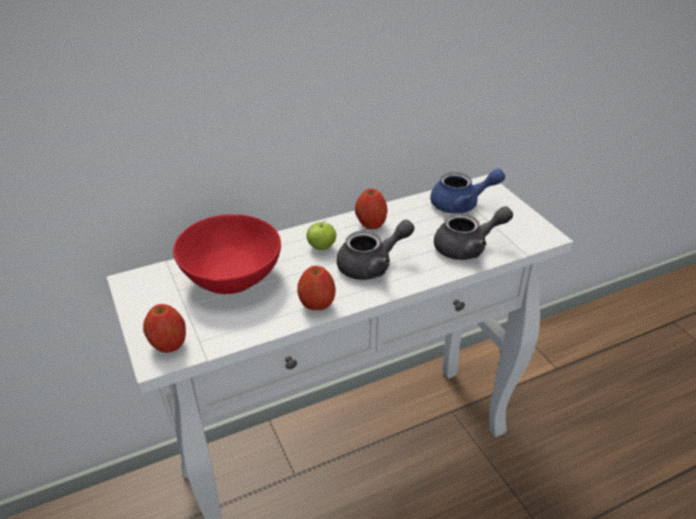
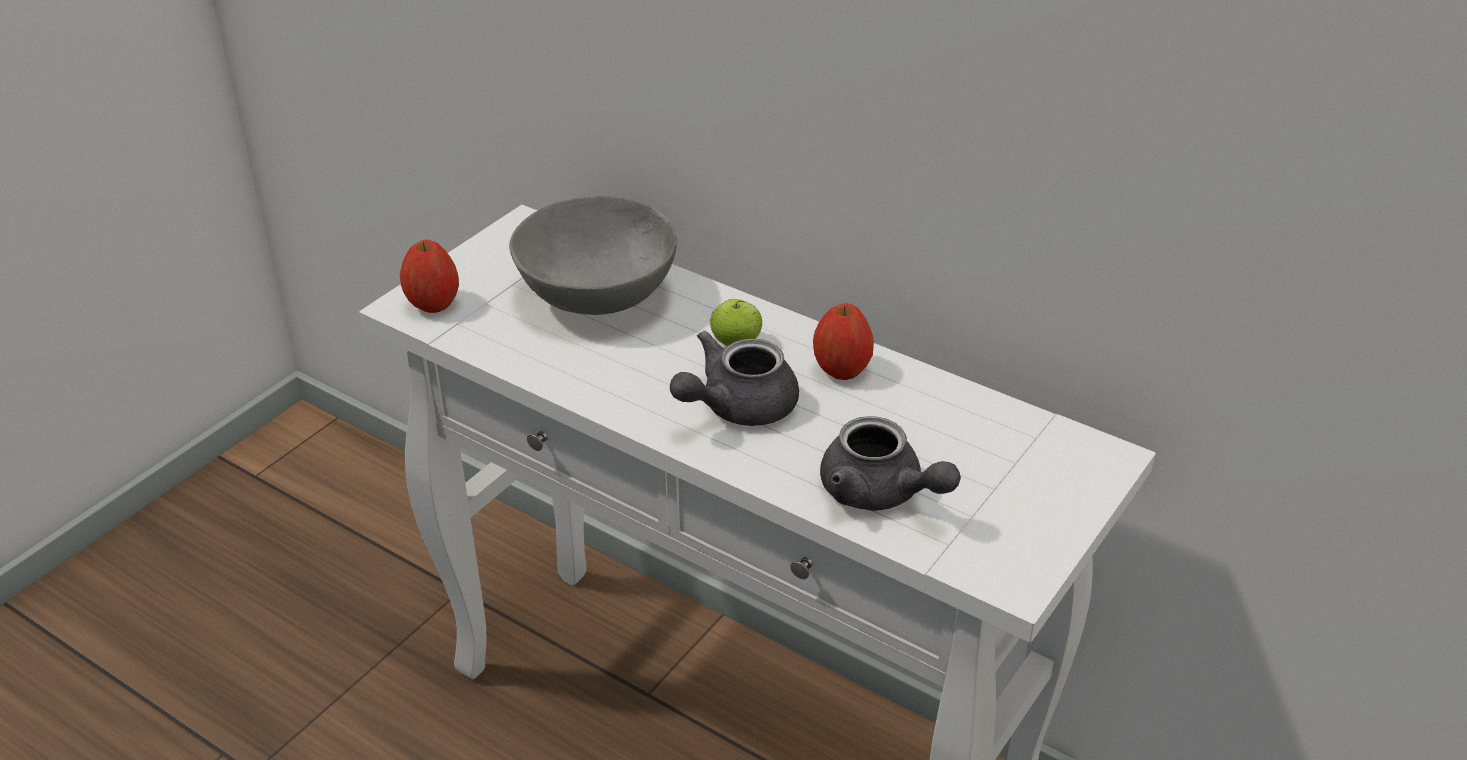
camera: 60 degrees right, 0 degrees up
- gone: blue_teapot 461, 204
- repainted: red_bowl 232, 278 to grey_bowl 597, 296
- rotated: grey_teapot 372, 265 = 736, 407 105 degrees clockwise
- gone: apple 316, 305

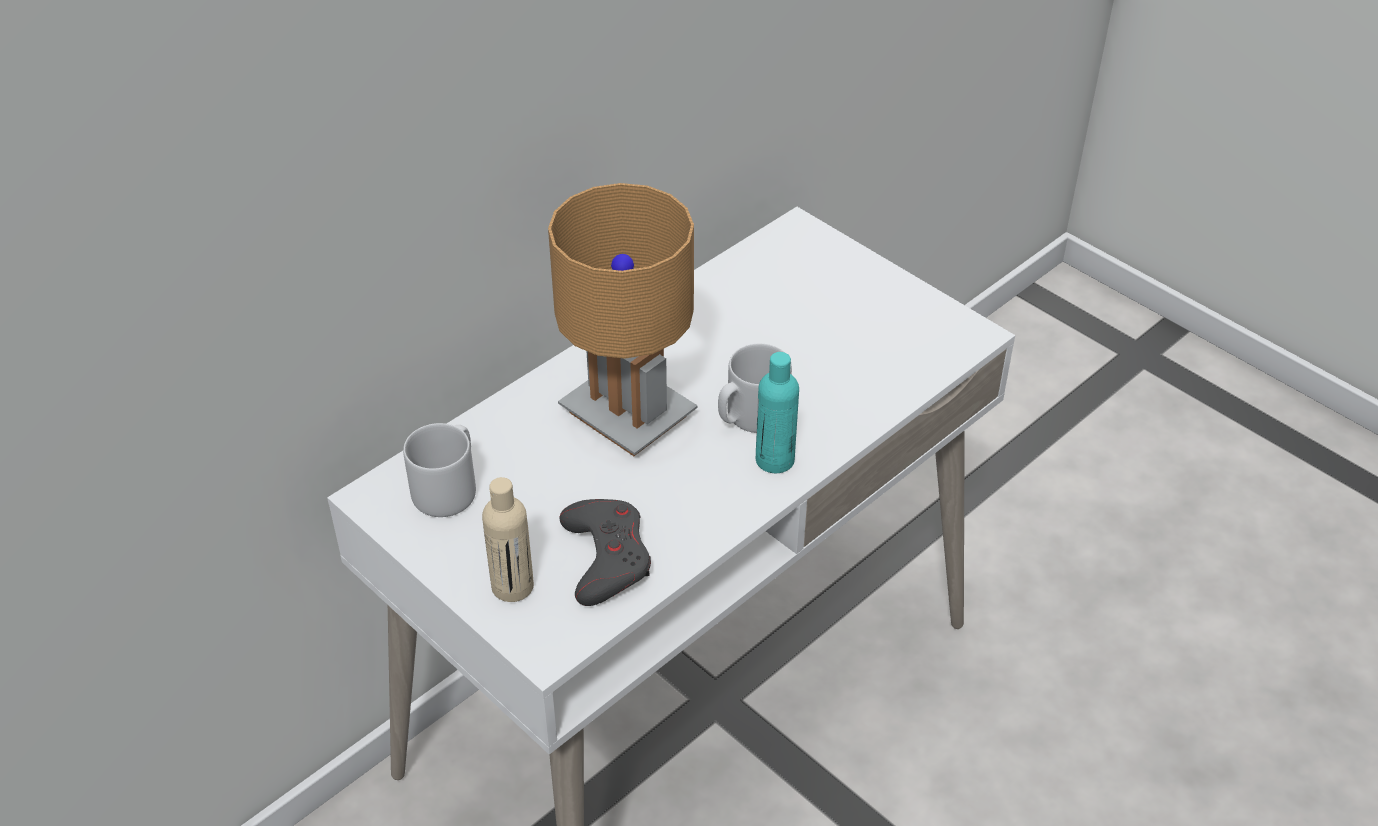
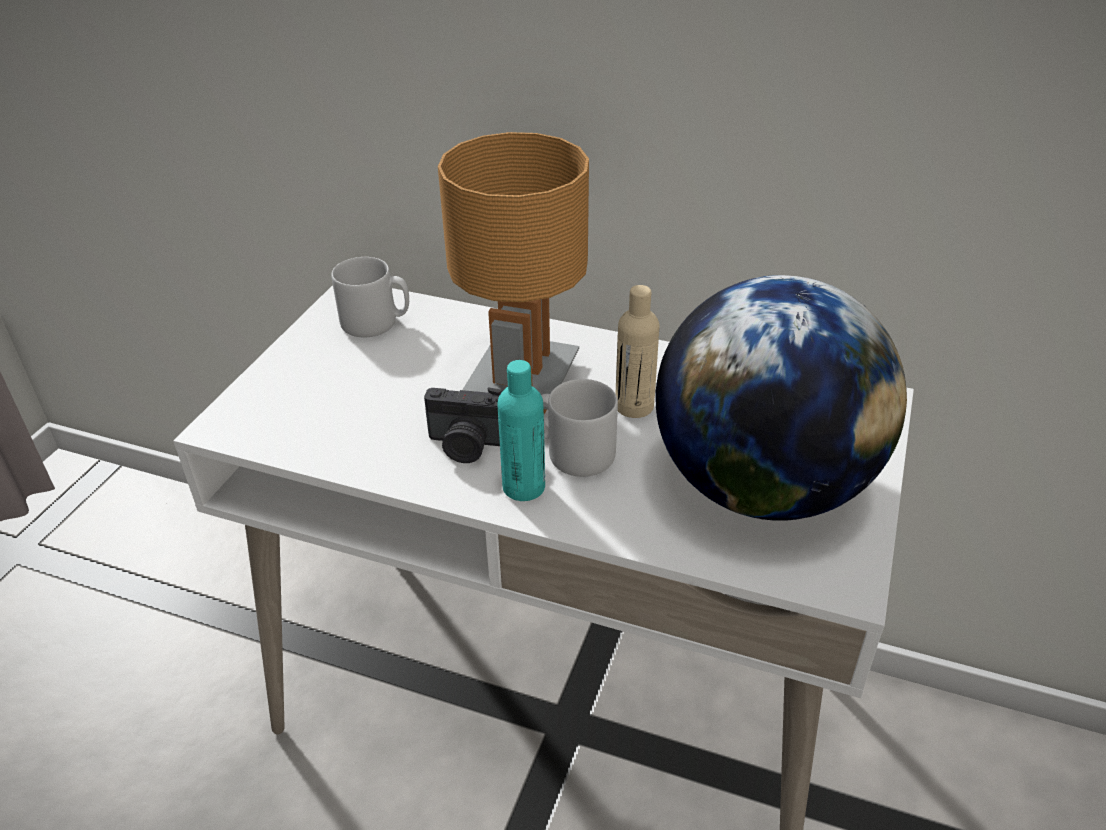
camera: 65 degrees right, 5 degrees down
- shifted: beige_bottle 512, 586 to 634, 406
- gone: grey_game_controller 606, 557
- new: globe 761, 487
- new: photo_camera 468, 445

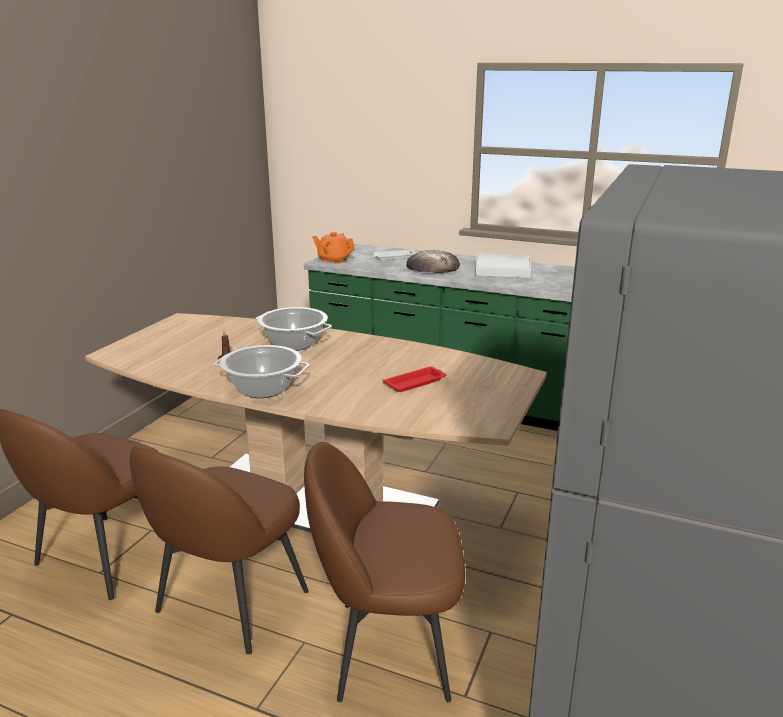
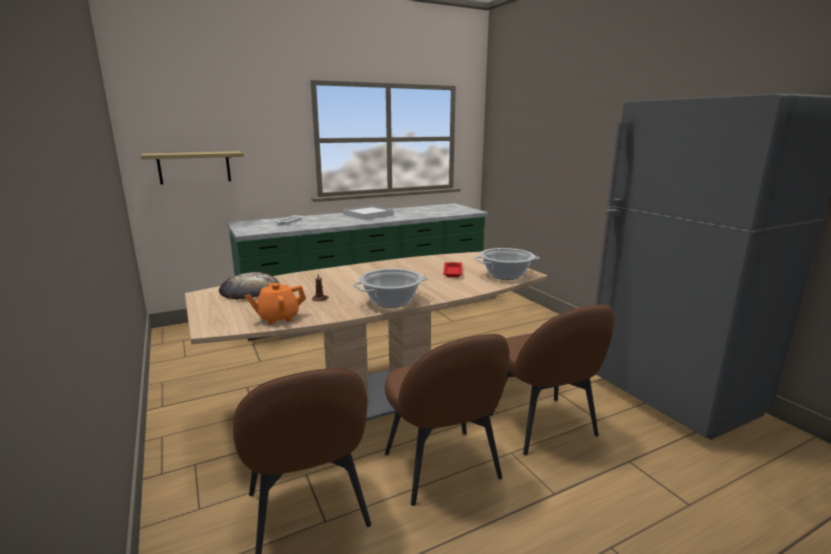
camera: 50 degrees left, 5 degrees down
- shifted: orange_teapot 334, 260 to 278, 318
- shifted: bread 432, 267 to 249, 290
- shifted: cooking_pot 294, 344 to 506, 275
- rotated: brown_chair 388, 648 = 543, 426 60 degrees counterclockwise
- new: shelf 194, 167

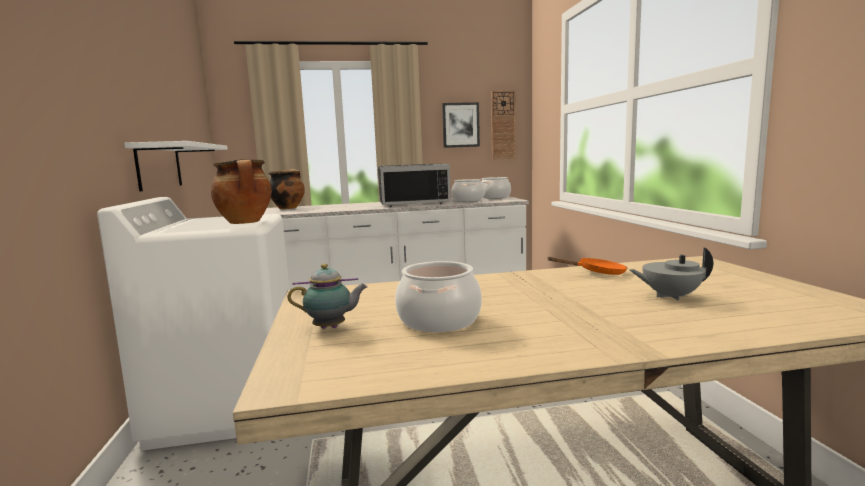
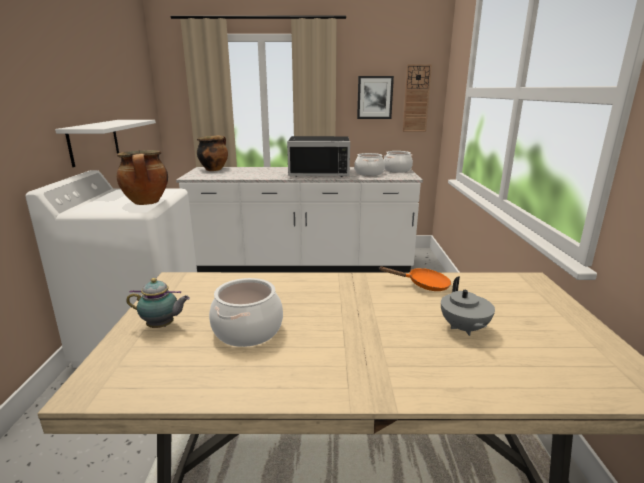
camera: 10 degrees right, 10 degrees up
- rotated: grey_teapot 670, 296 = 463, 328 105 degrees counterclockwise

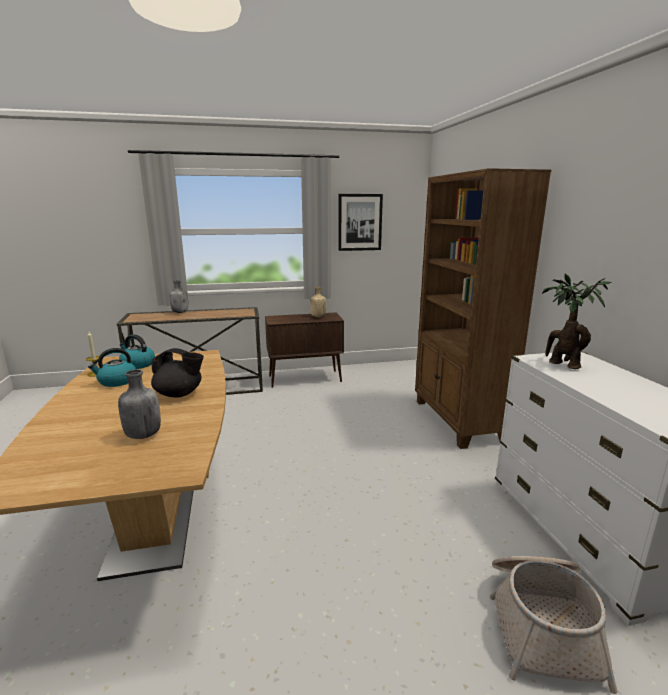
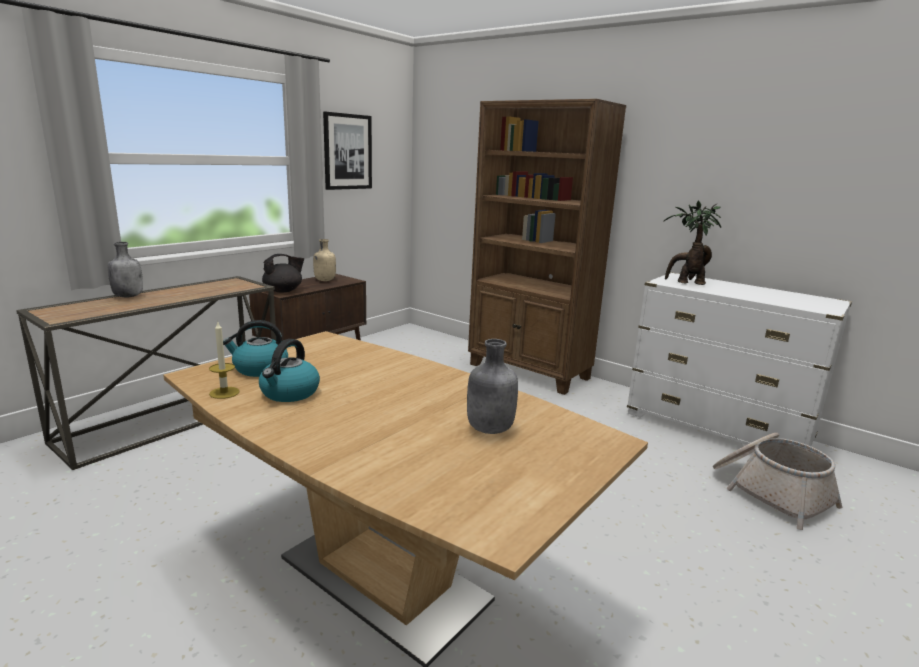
camera: 40 degrees left, 0 degrees up
- shifted: black_teapot 179, 394 to 284, 291

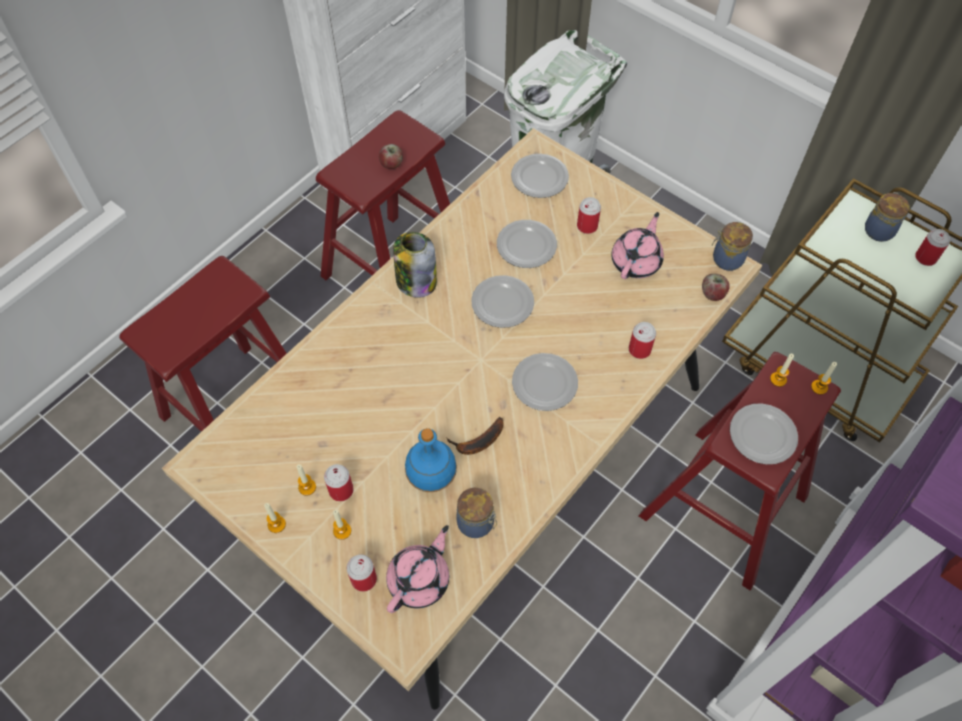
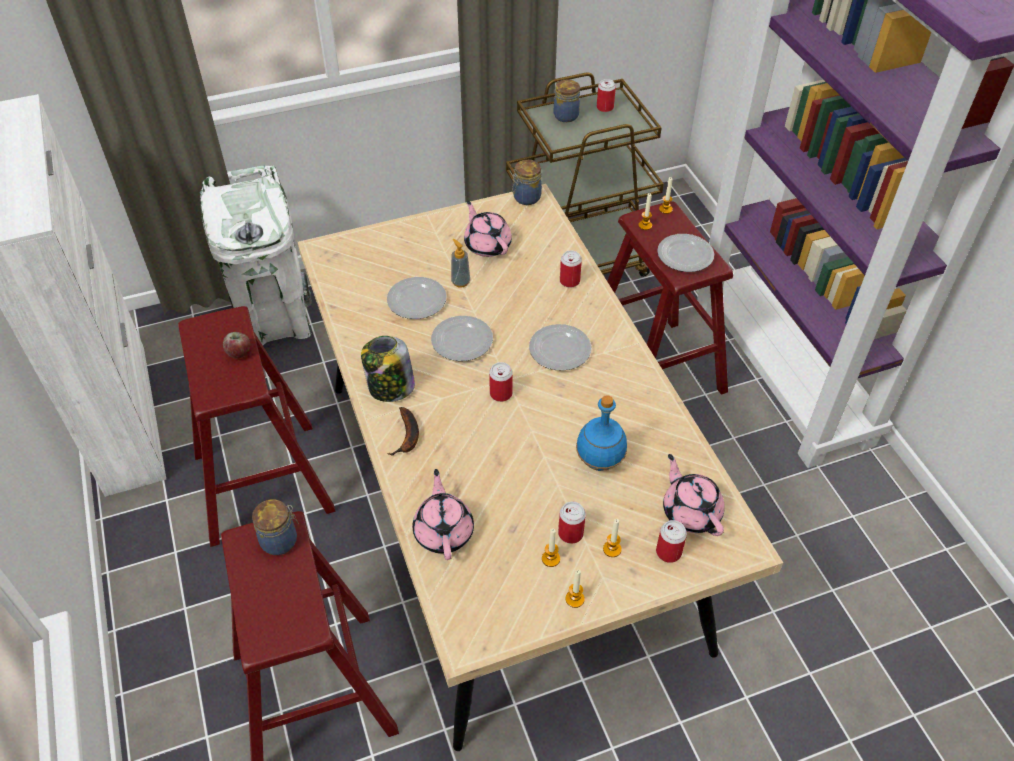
camera: 60 degrees left, 10 degrees down
- gone: plate 539, 178
- shifted: can 587, 226 to 501, 394
- gone: apple 713, 294
- shifted: banana 477, 442 to 408, 436
- shifted: jar 477, 523 to 281, 540
- new: soap_dispenser 460, 282
- new: pink_teapot 444, 531

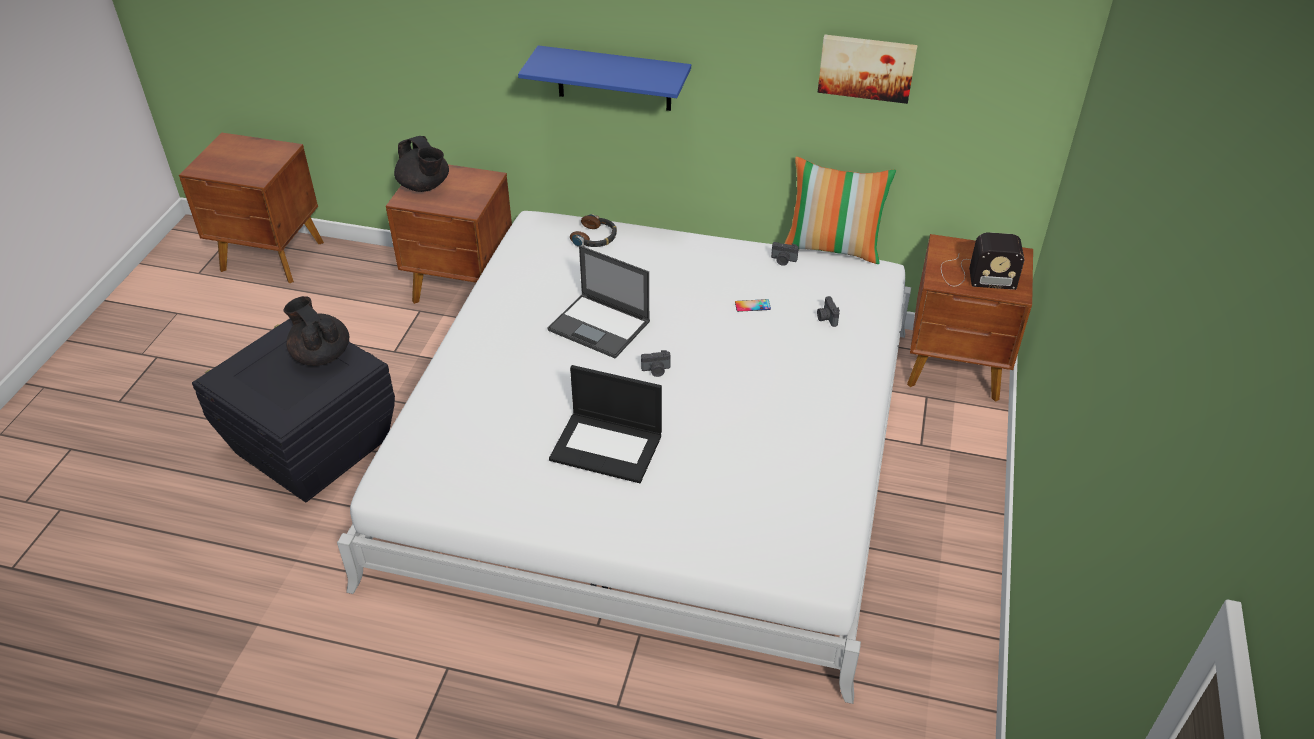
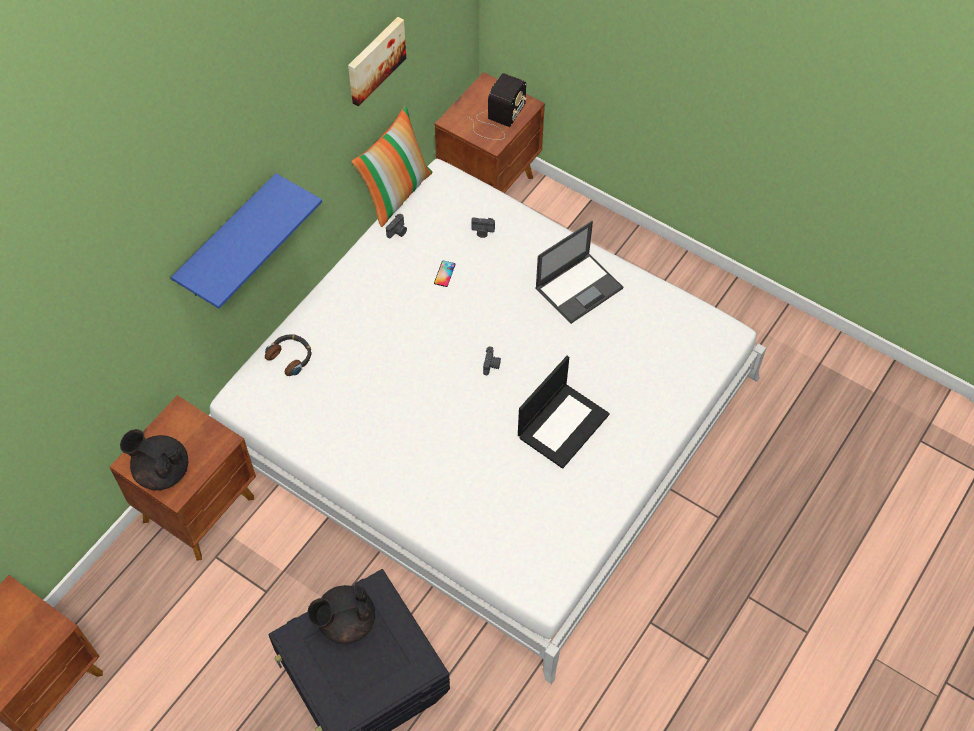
camera: 70 degrees left, 15 degrees up
- rotated: black_teapot 424, 186 = 162, 471 135 degrees counterclockwise
- shifted: laptop 600, 326 to 579, 287

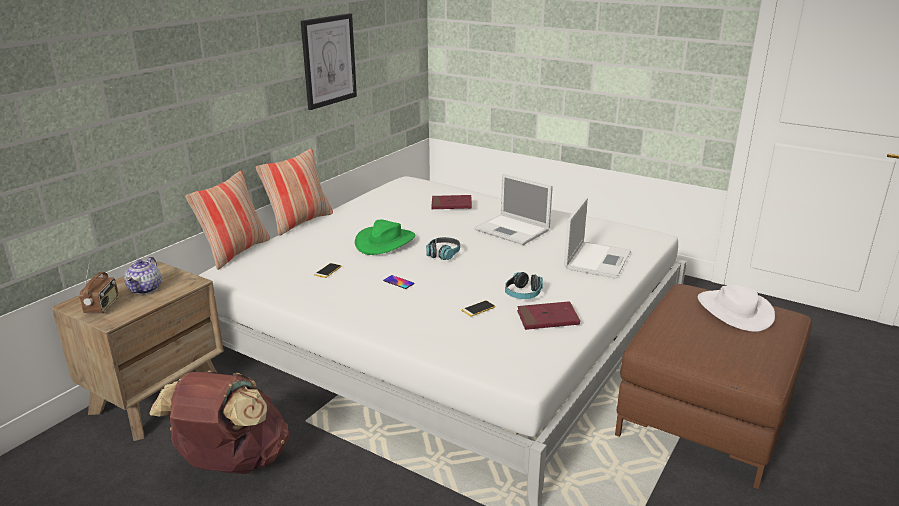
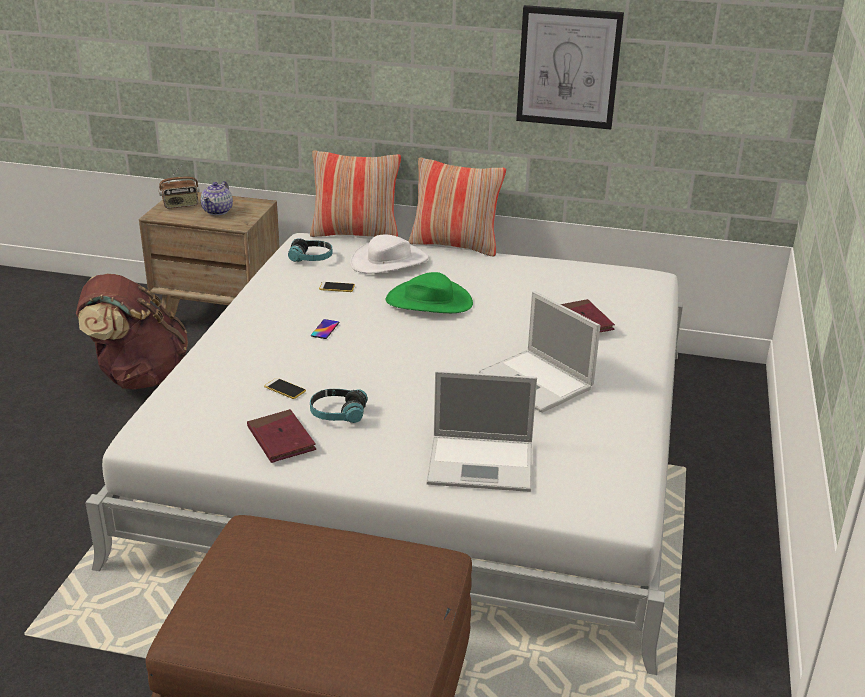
camera: 70 degrees right, 5 degrees up
- rotated: laptop 513, 230 = 537, 382 60 degrees counterclockwise
- shifted: headphones 443, 254 to 311, 258
- rotated: teapot 146, 289 = 218, 211 60 degrees counterclockwise
- shifted: white_hat 734, 310 to 389, 261

